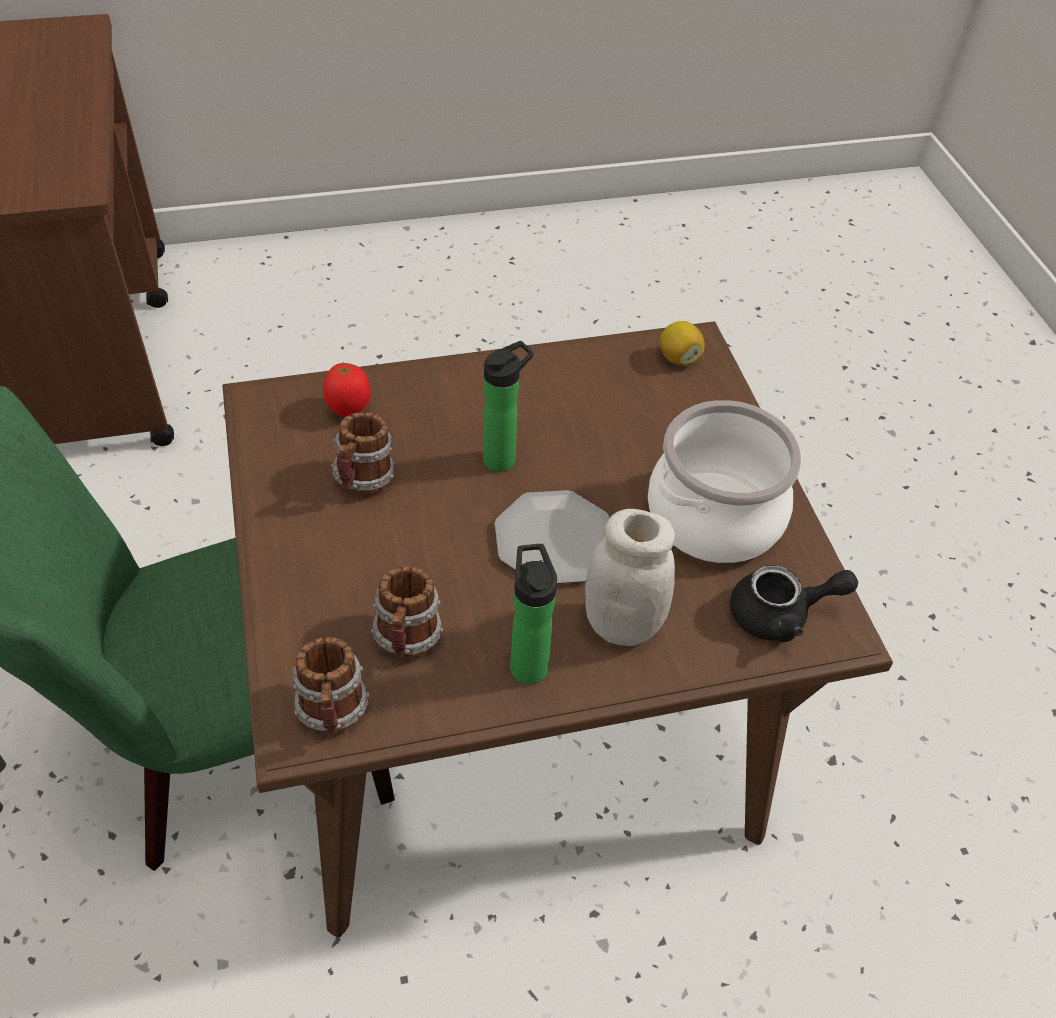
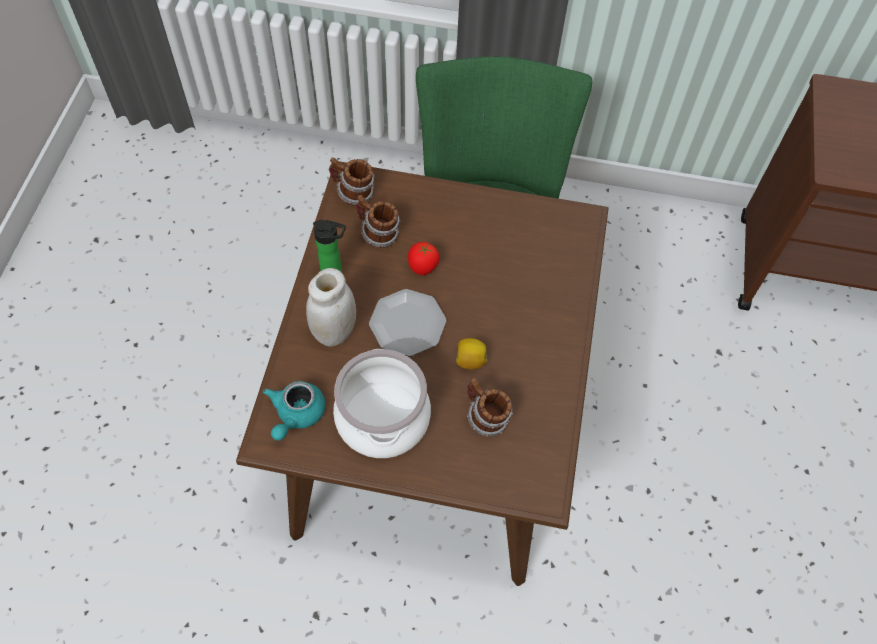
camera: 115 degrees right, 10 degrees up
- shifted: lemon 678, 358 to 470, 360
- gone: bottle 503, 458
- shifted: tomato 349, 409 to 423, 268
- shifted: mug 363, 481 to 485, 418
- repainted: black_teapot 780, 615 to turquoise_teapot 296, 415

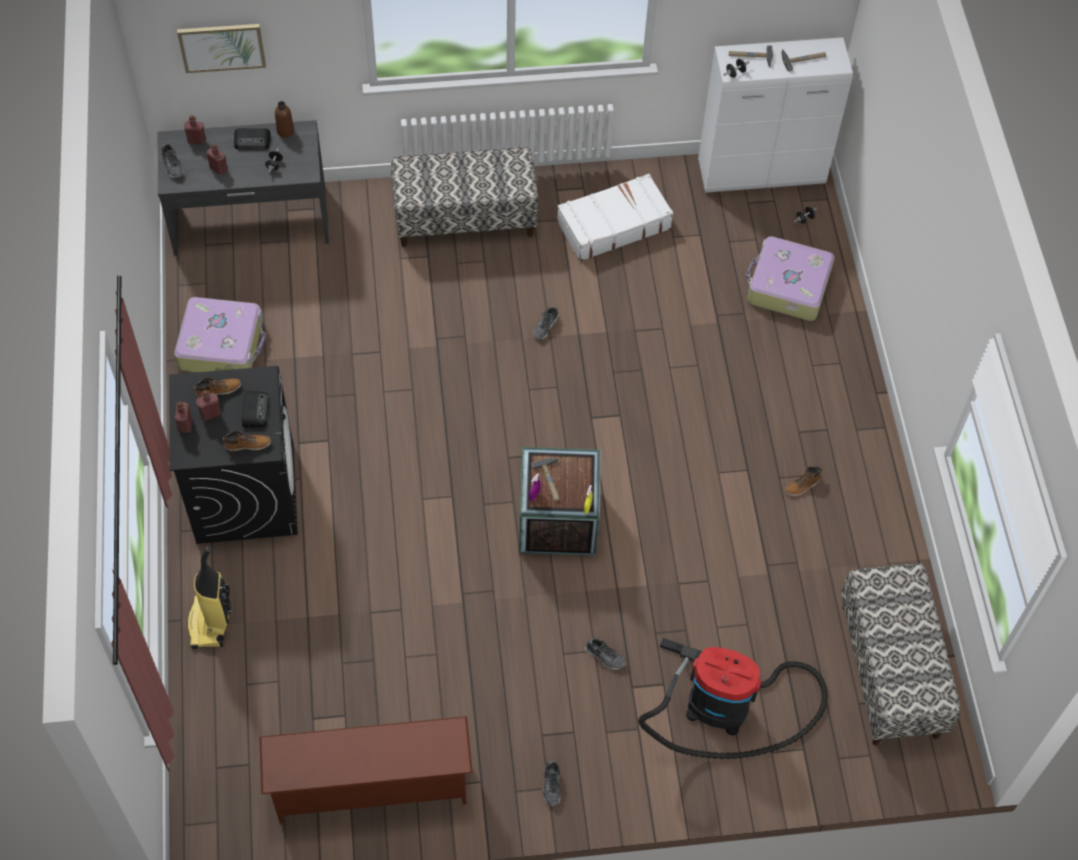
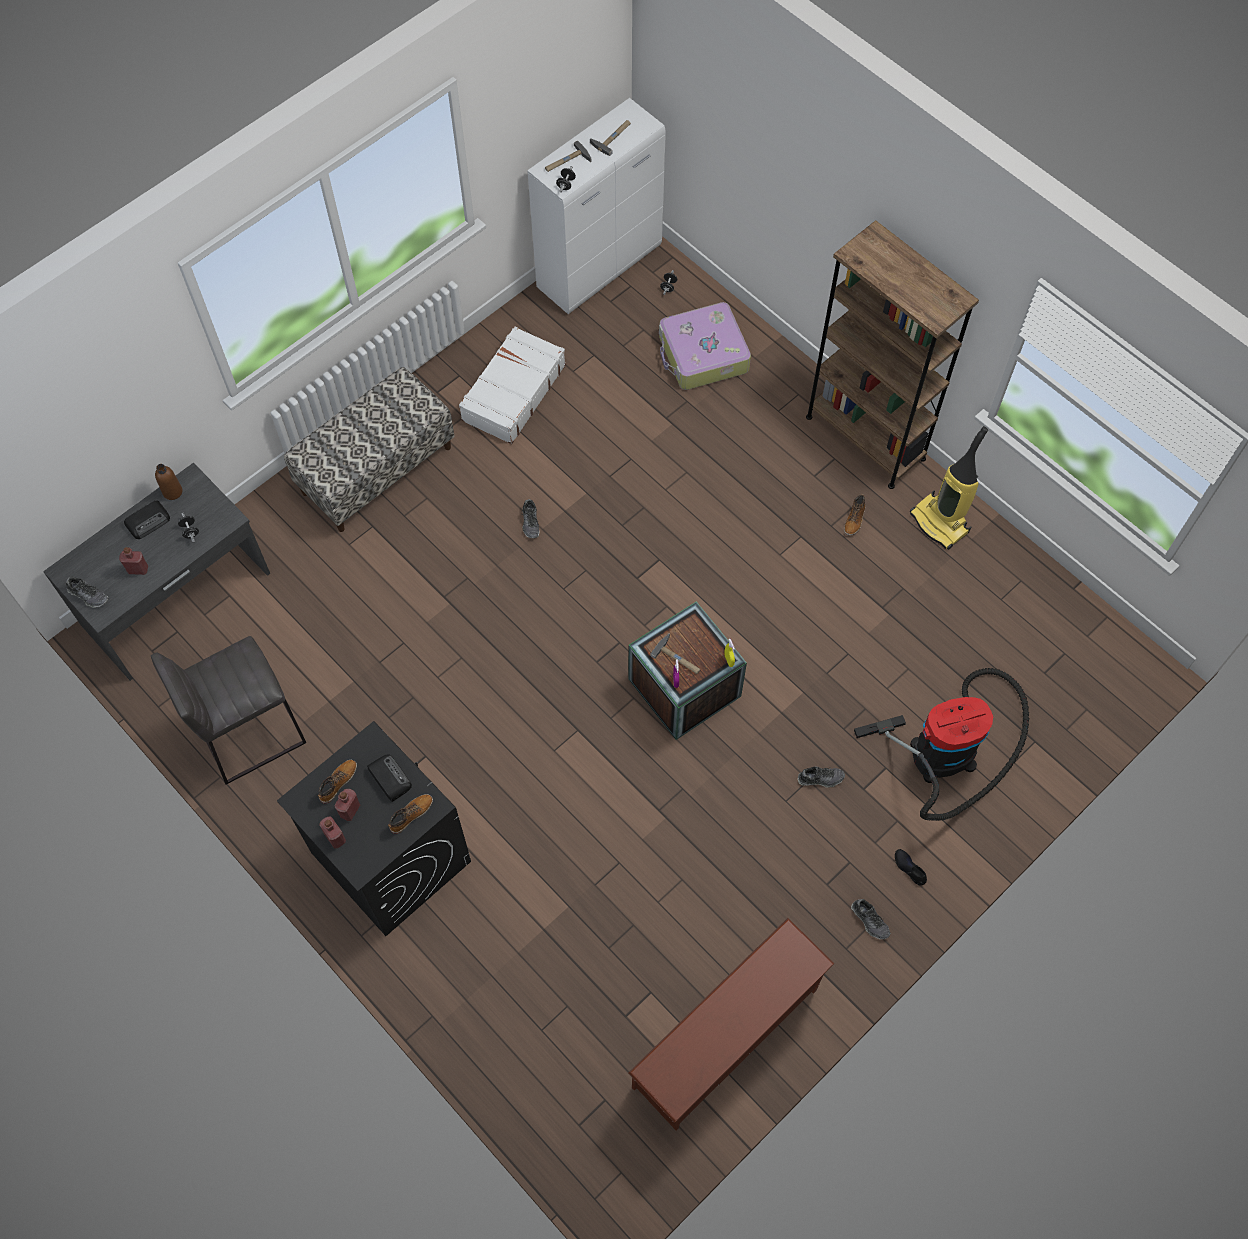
camera: 35 degrees left, 5 degrees up
- gone: picture 222, 47
- gone: red_bottle 196, 140
- swapped: suitcase 222, 344 to grey_stool 250, 734
- shifted: vacuum_cleaner 211, 623 to 940, 523
- gone: bench 890, 671
- new: brown_bookcase 865, 437
- new: black_shoe 909, 868

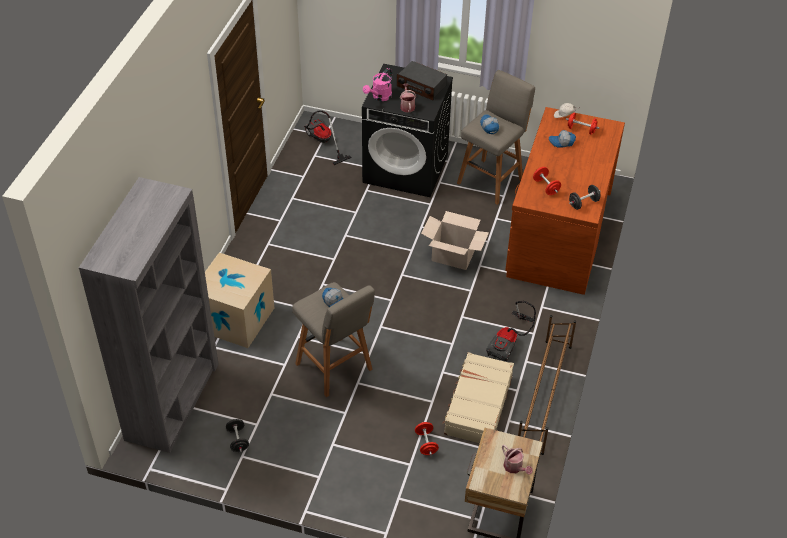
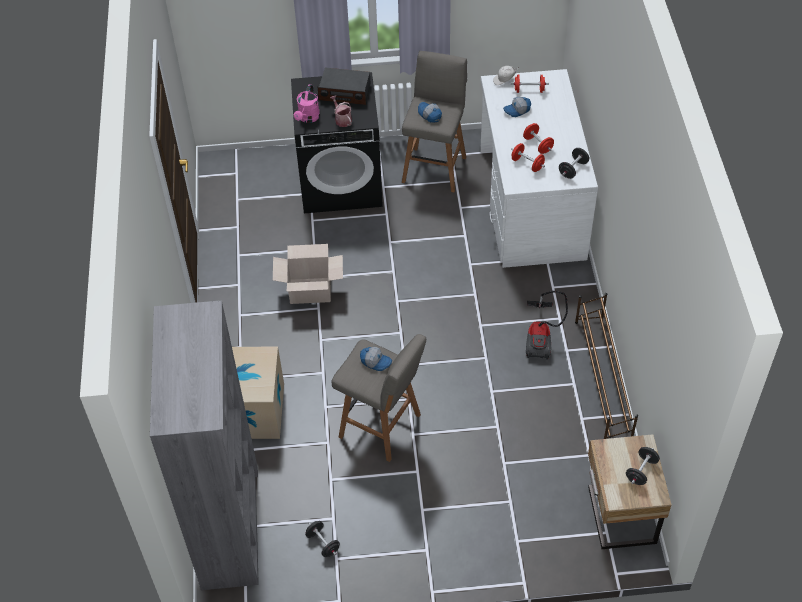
camera: 20 degrees left, 5 degrees up
- repainted: brown_desk 558, 234 to white_desk 530, 204
- gone: vacuum_cleaner 322, 142
- shifted: cardboard_box 452, 256 to 310, 291
- gone: beige_suitcase 477, 405
- shifted: red_dumbbell 426, 444 to 538, 145
- swapped: watering_can 514, 467 to black_dumbbell 641, 471

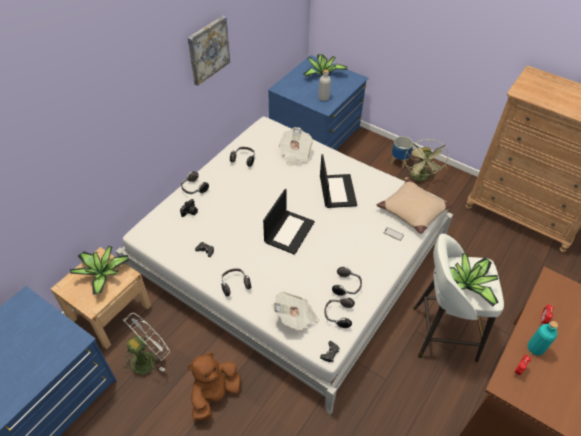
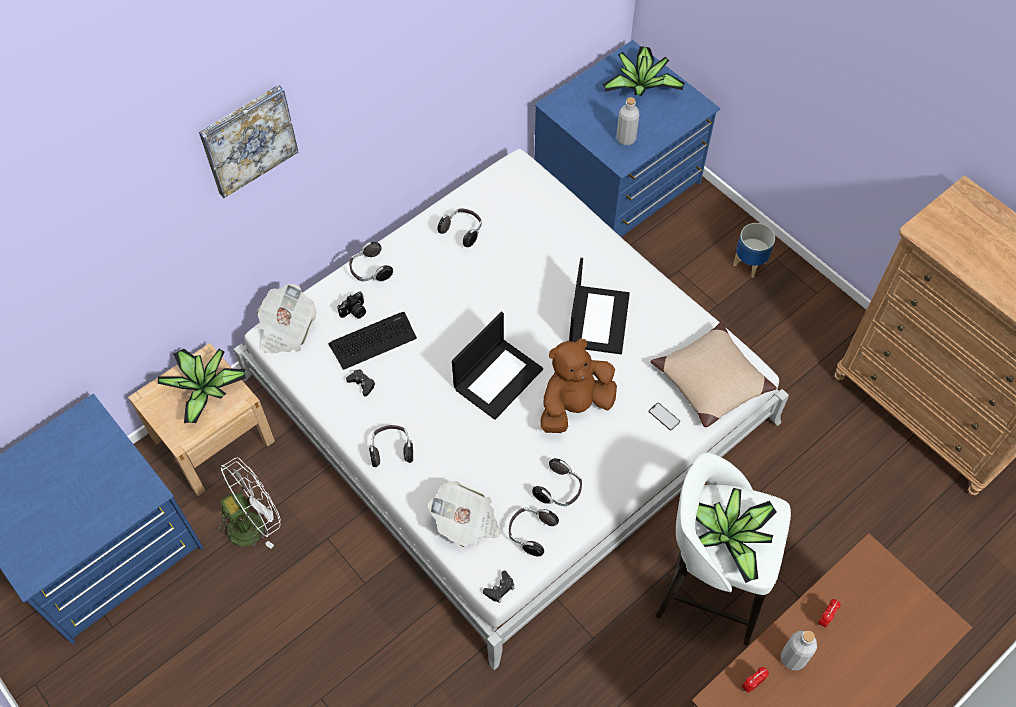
camera: 15 degrees right, 10 degrees up
- shifted: picture 208, 50 to 248, 140
- shifted: newspaper 295, 154 to 286, 330
- gone: green_fan 421, 178
- repainted: turquoise_bottle 535, 348 to grey_bottle 792, 658
- shifted: brown_plush_toy 215, 395 to 574, 406
- new: keyboard 373, 340

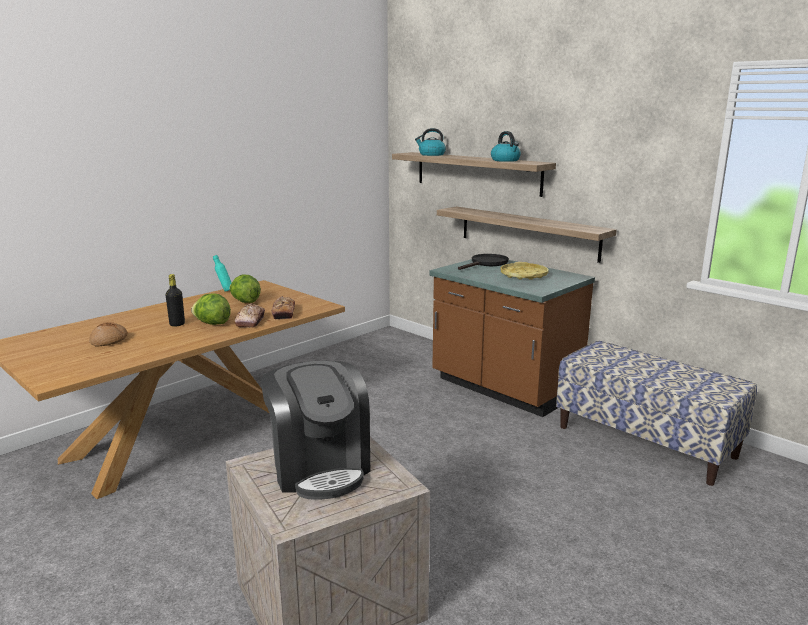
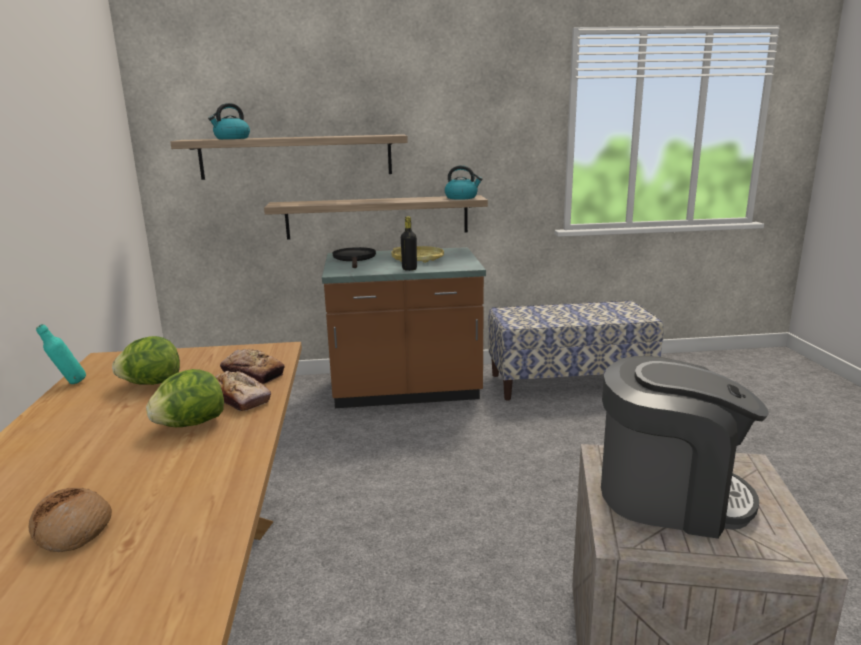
camera: 50 degrees left, 0 degrees up
- shifted: kettle 506, 160 to 462, 197
- shifted: black_bottle 177, 324 to 409, 269

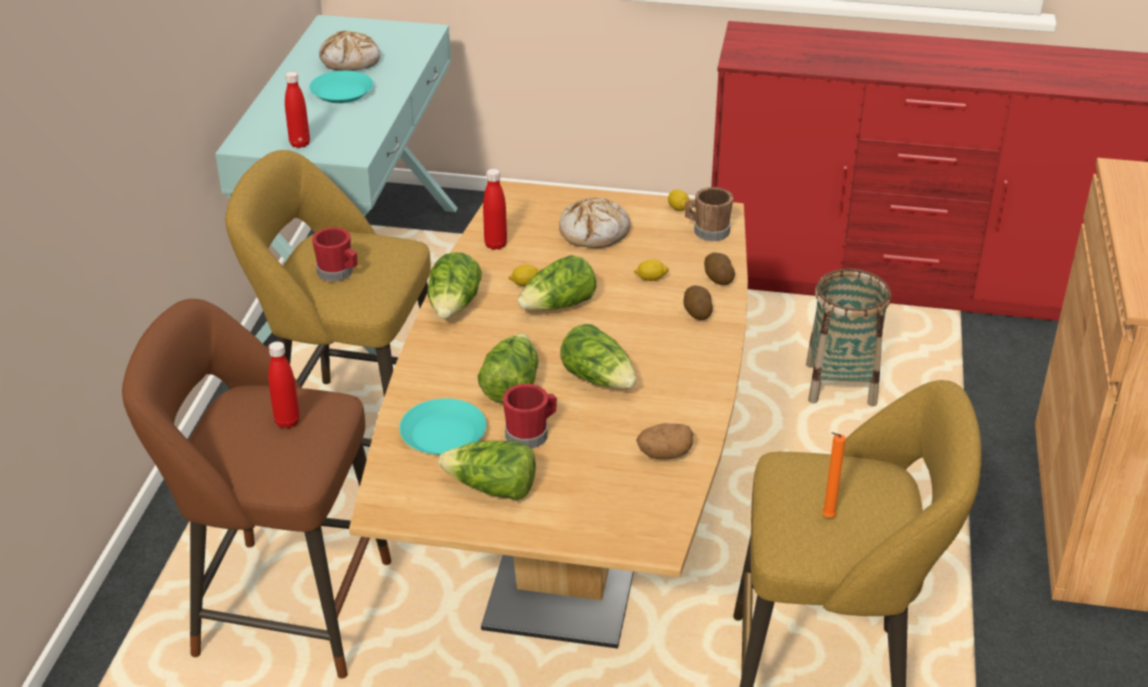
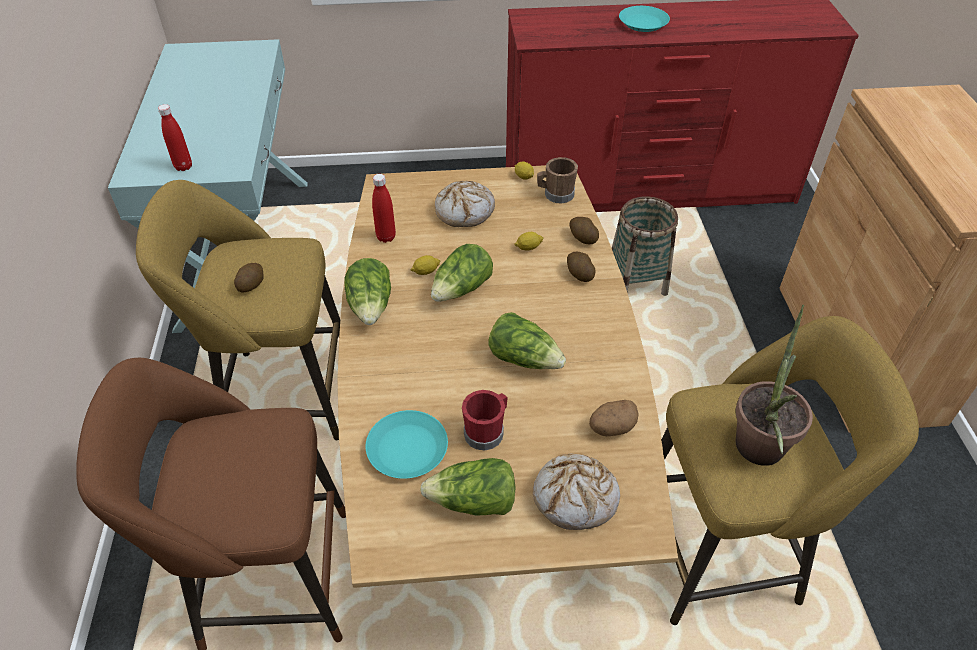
camera: 15 degrees left, 10 degrees up
- shifted: bread 350, 61 to 575, 497
- shifted: turquoise_plate 342, 92 to 643, 23
- swapped: red_mug 338, 273 to potato 251, 284
- gone: lettuce 510, 385
- gone: red_bottle 287, 422
- swapped: orange_candle 826, 518 to potted_plant 757, 454

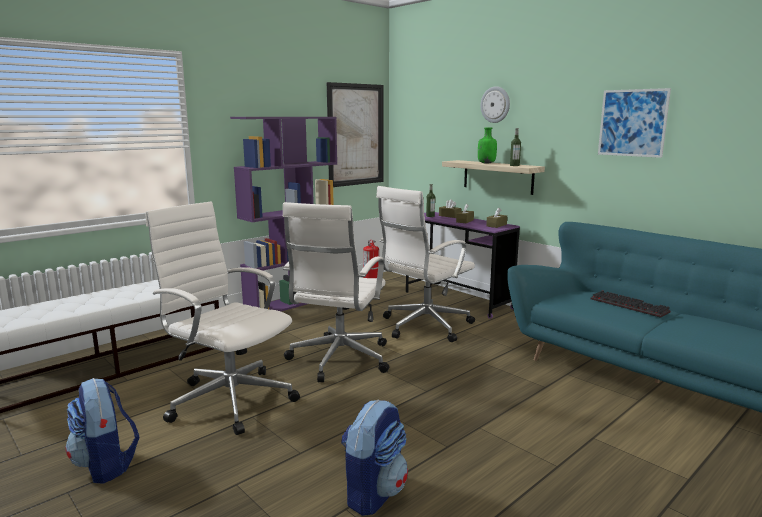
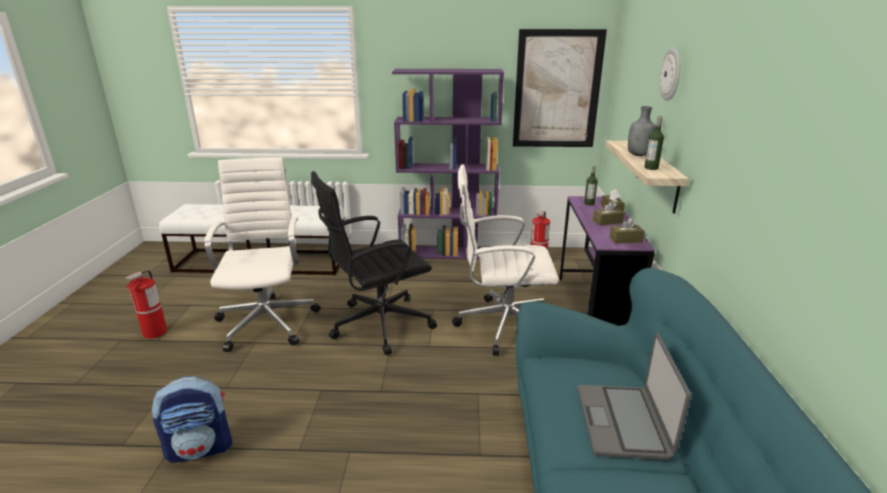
camera: 45 degrees right, 10 degrees up
- gone: picture 632, 123
- repainted: green_bottle 486, 163 to grey_bottle 639, 155
- repainted: white_office_chair 338, 360 to black_office_chair 378, 325
- swapped: keyboard 630, 306 to laptop 623, 422
- swapped: backpack 106, 465 to fire_extinguisher 155, 333

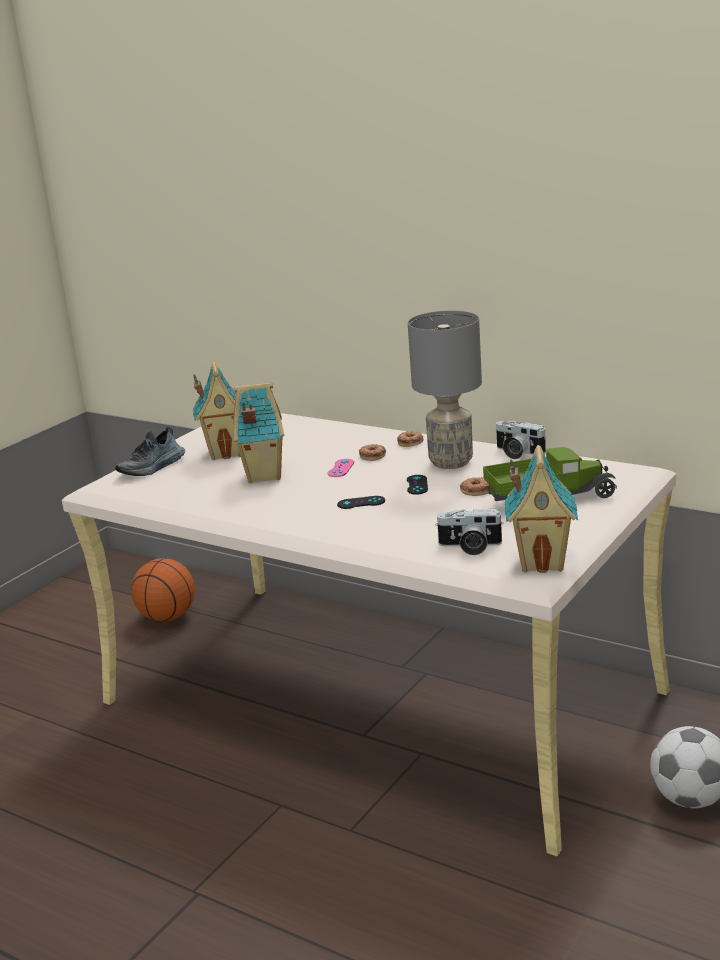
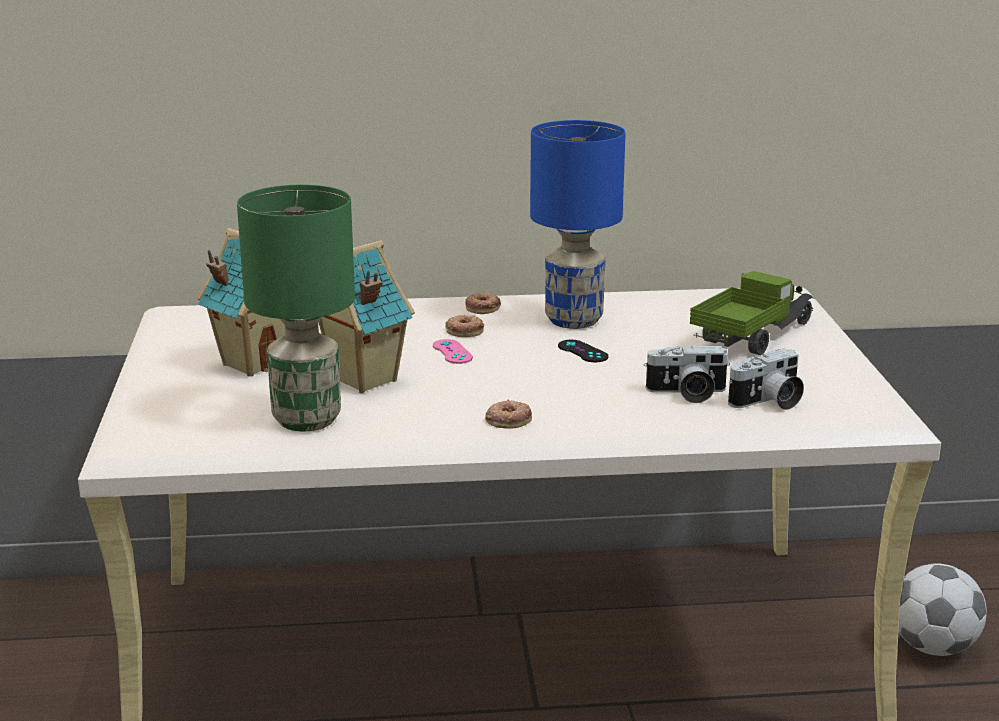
camera: 40 degrees left, 0 degrees up
- repainted: grey_table_lamp 450, 462 to blue_table_lamp 574, 321
- shifted: photo_camera 517, 453 to 687, 394
- gone: shoe 152, 468
- gone: toy_house 542, 562
- shifted: donut 476, 490 to 508, 419
- gone: black_game_controller 361, 503
- gone: basketball 167, 617
- new: green_table_lamp 307, 420

